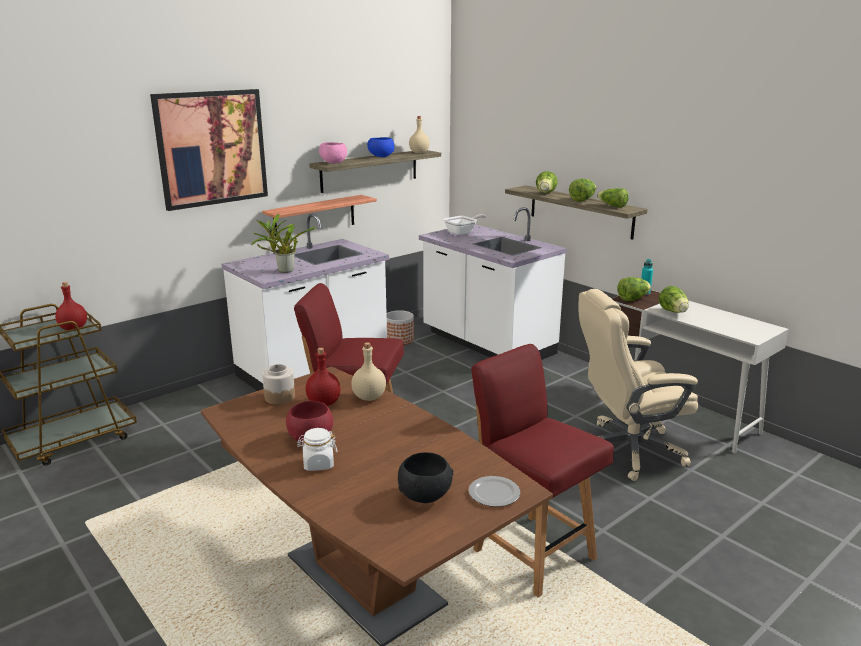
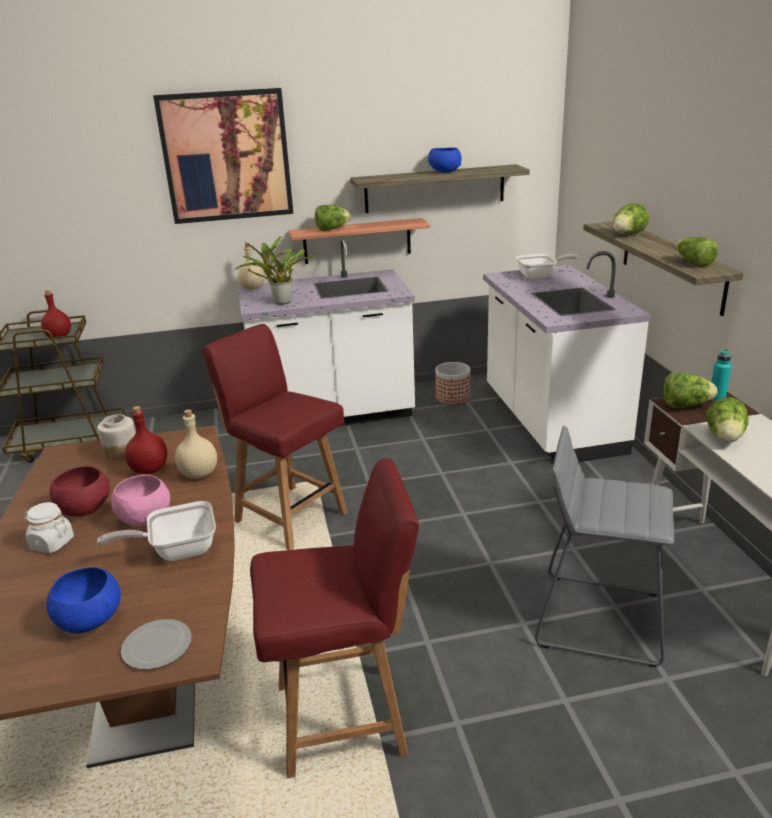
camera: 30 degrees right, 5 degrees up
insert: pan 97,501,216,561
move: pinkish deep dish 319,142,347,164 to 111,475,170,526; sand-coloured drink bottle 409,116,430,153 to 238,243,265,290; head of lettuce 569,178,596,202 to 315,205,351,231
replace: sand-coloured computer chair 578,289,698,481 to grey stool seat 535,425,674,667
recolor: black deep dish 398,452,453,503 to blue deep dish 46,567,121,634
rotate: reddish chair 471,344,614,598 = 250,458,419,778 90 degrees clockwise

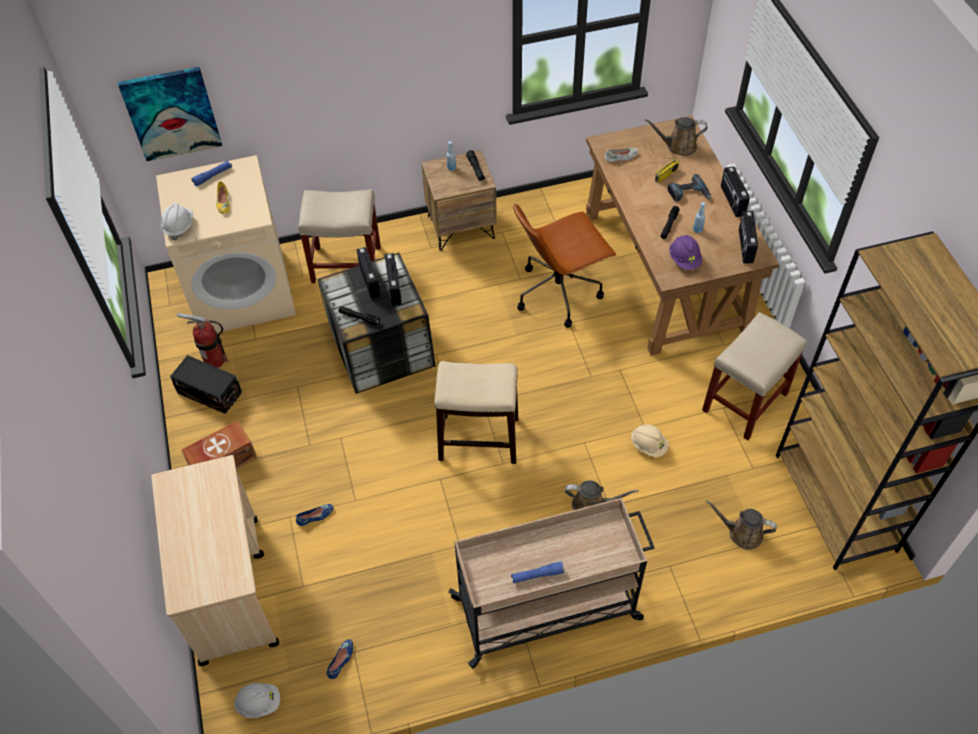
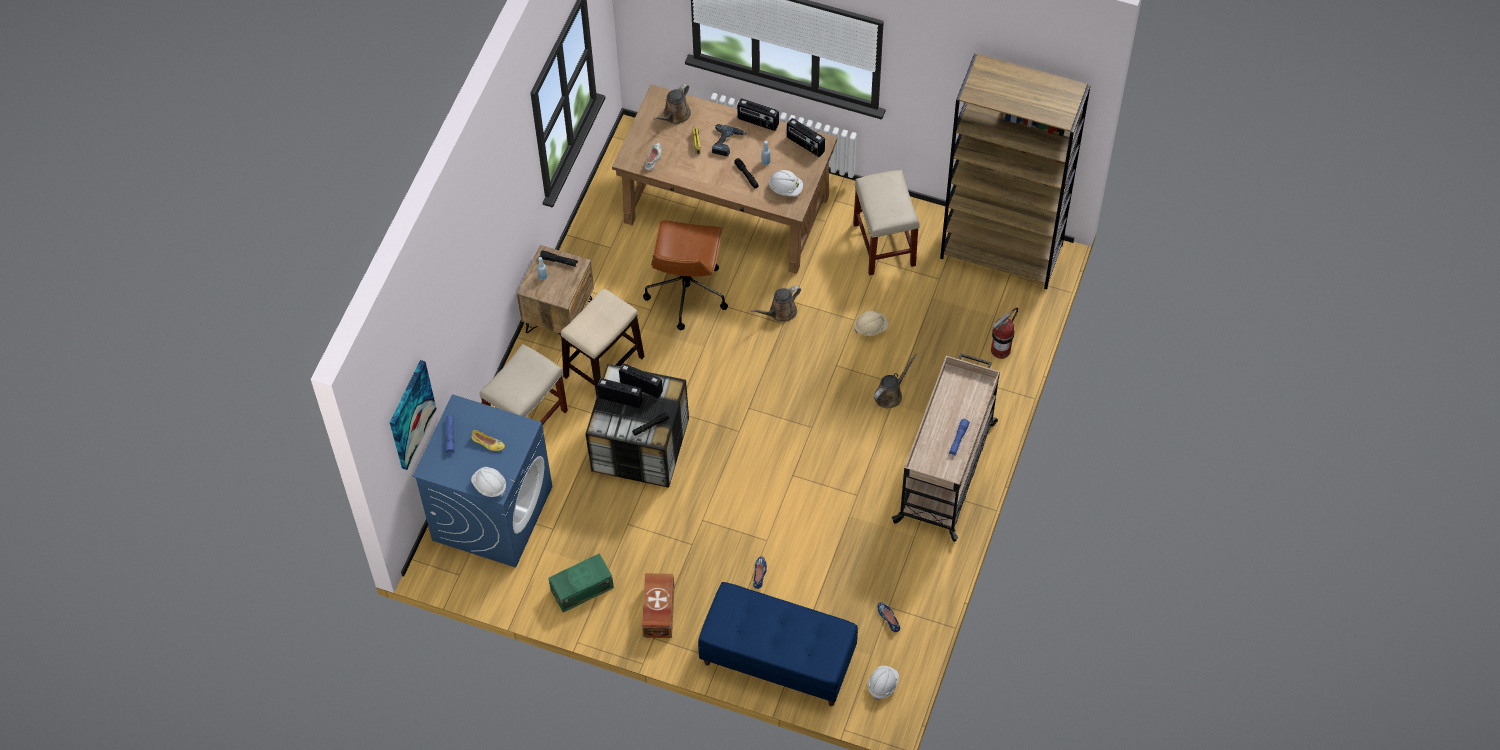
camera: 55 degrees left, 5 degrees up
move: extinguisher 177,313,228,368 to 991,307,1018,359; stool seat 434,361,518,464 to 561,289,644,396; brown sprinkling can 706,500,777,550 to 751,285,801,322
replace: sand-coloured wheeled cart 151,455,279,666 to blue long seat 698,582,858,706
recolor: sand-coloured laundry appliance 156,155,296,333 to blue laundry appliance 413,394,552,568; black storage container 170,355,242,414 to green storage container 549,553,614,612; purple hard hat 669,235,702,270 to white-coloured hard hat 768,170,803,196

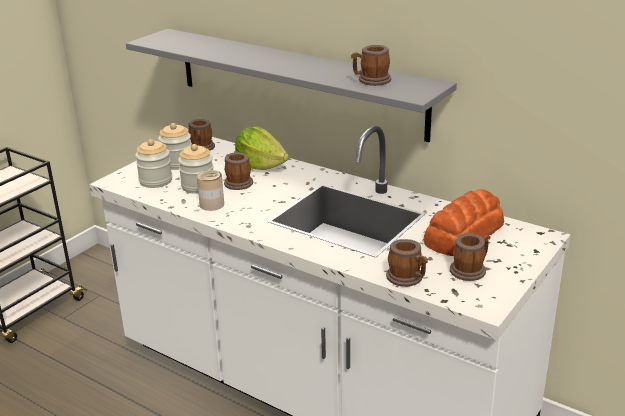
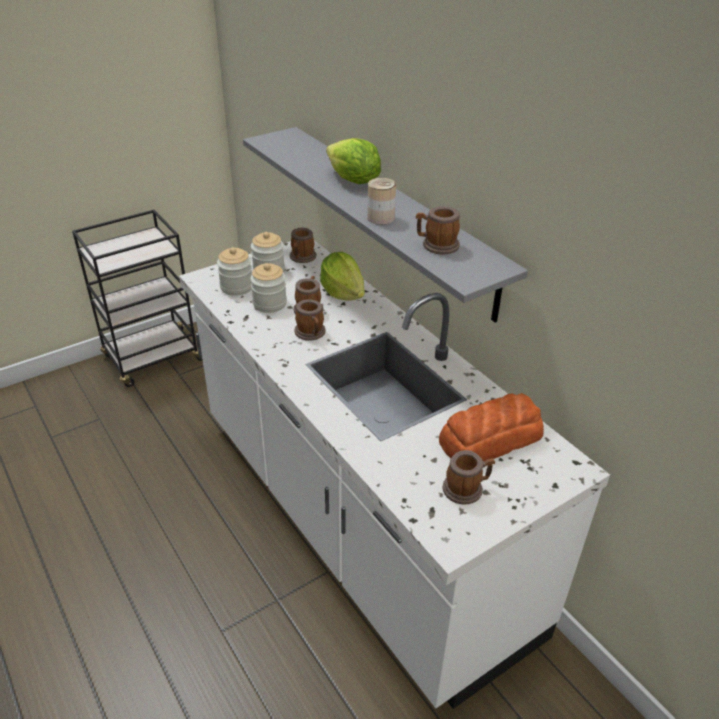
camera: 20 degrees right, 10 degrees up
insert: head of lettuce 326,138,381,184
move: can 197,170,224,211 to 367,178,396,225; tea mug 386,239,428,287 to 295,299,326,341

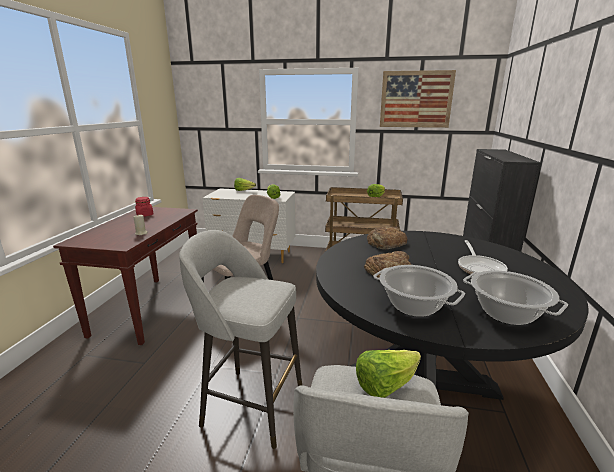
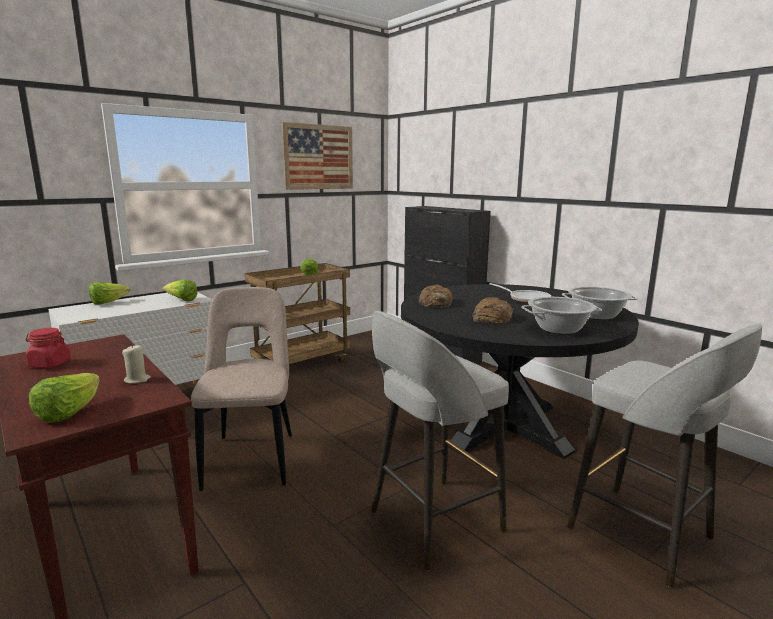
camera: 50 degrees left, 5 degrees down
move: head of lettuce 356,350,421,398 to 29,373,100,423

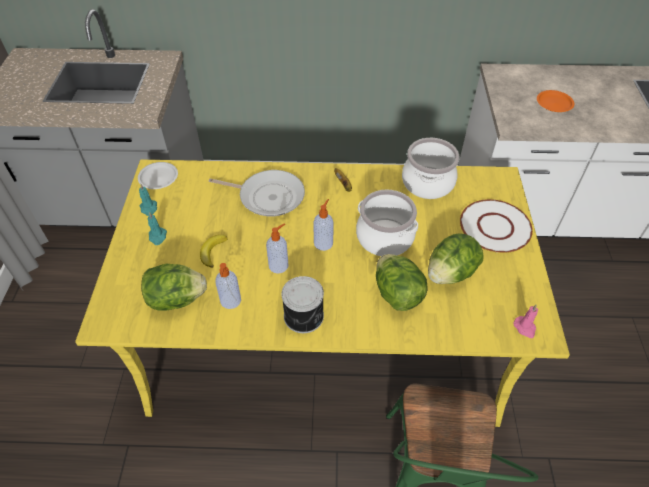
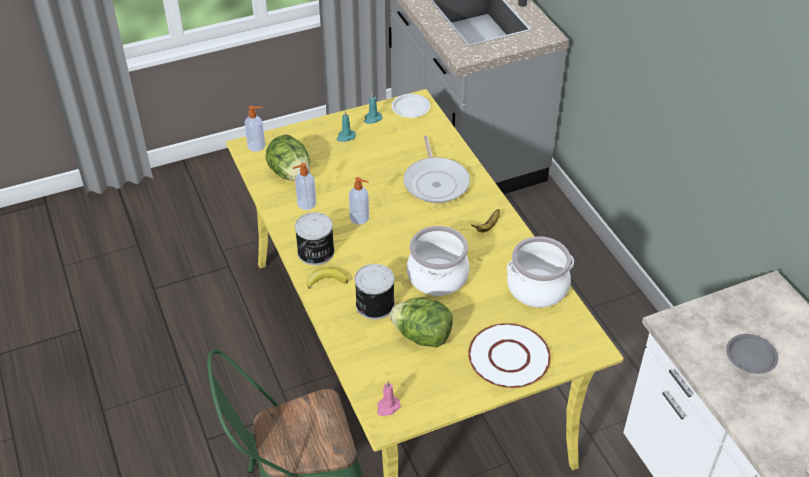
camera: 65 degrees right, 5 degrees down
move: banana 200,235,228,268 to 307,268,348,289; liquid soap bottle 313,199,334,251 to 244,106,265,152
replace: head of lettuce 376,254,428,311 to can 355,264,395,319
recolor: orange-coloured plate 537,90,574,112 to grey plate 726,334,778,374

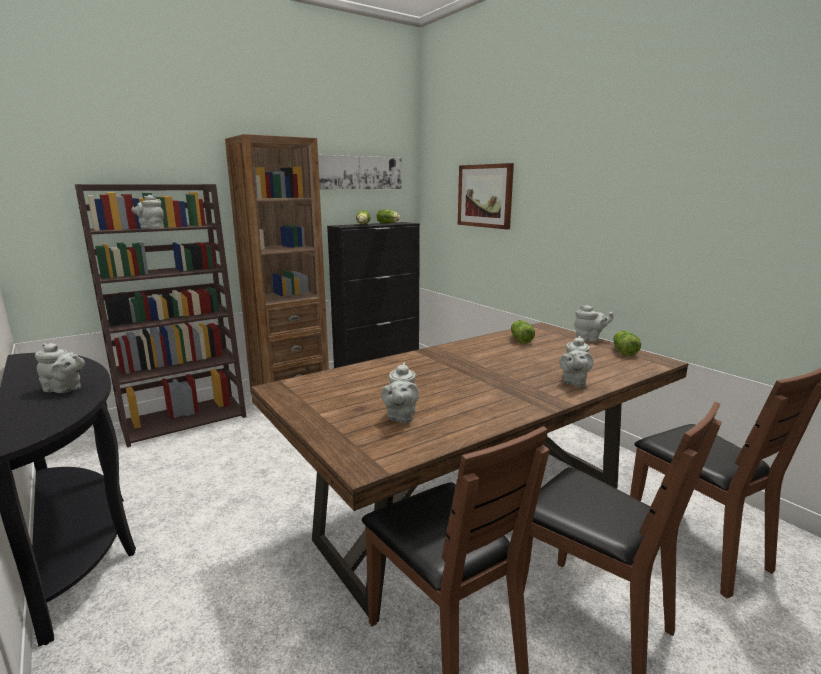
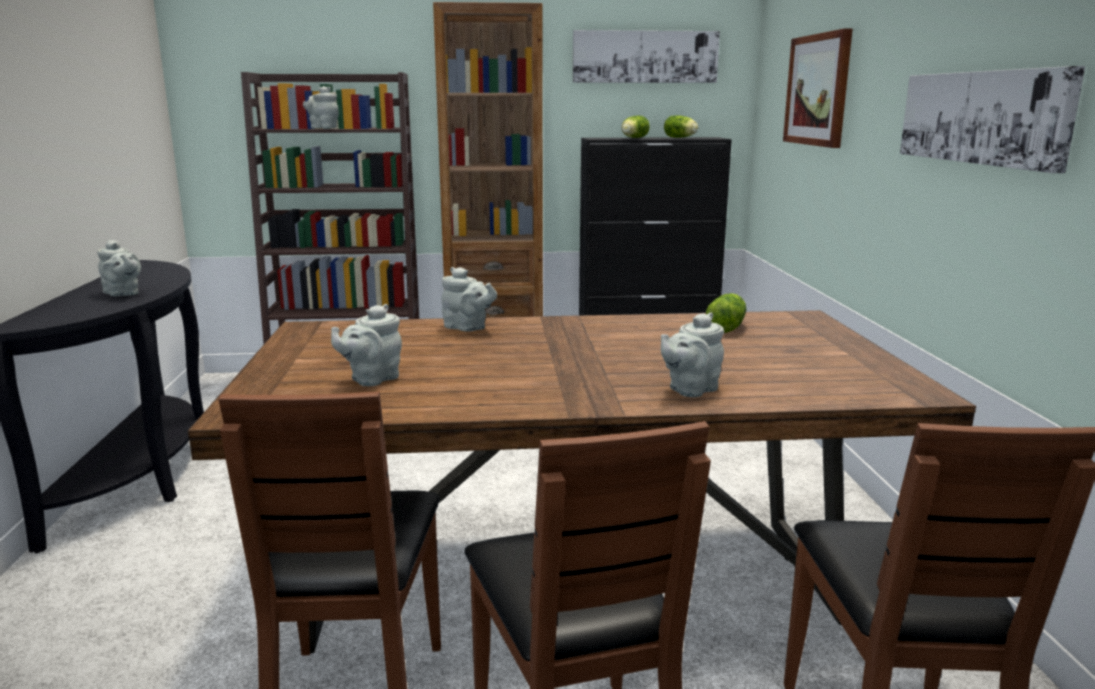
camera: 30 degrees right, 0 degrees up
delete: head of lettuce 613,330,641,356
insert: wall picture 900,66,1085,173
move: grey tea pot 574,305,613,342 to 442,267,497,332

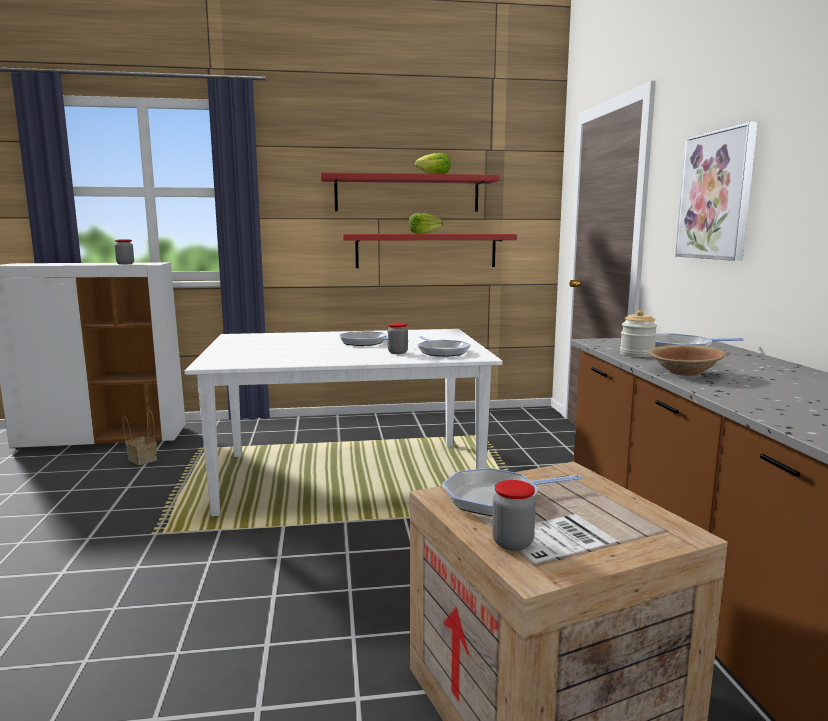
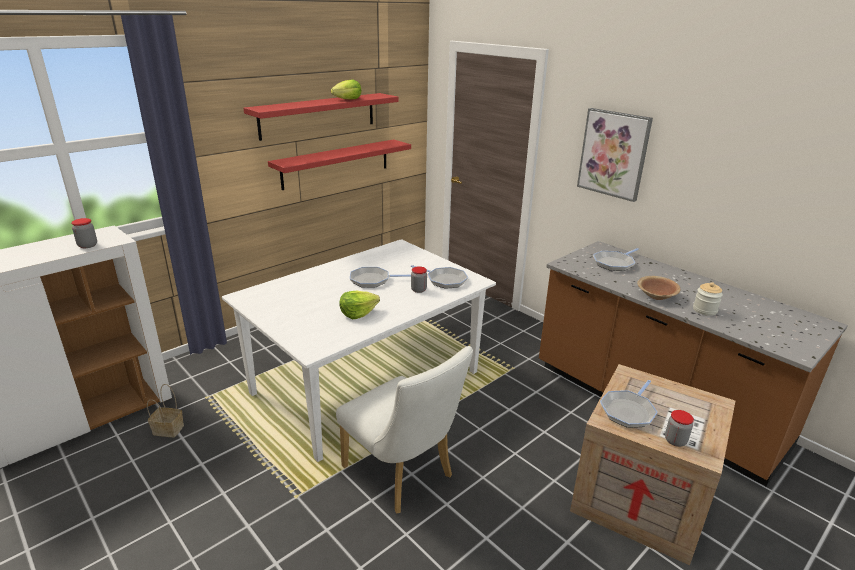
camera: 35 degrees left, 15 degrees up
insert: white-coloured chair 336,346,473,514
move: head of lettuce 409,213,443,234 to 339,291,380,319; preserve jar 620,310,657,357 to 693,282,723,316

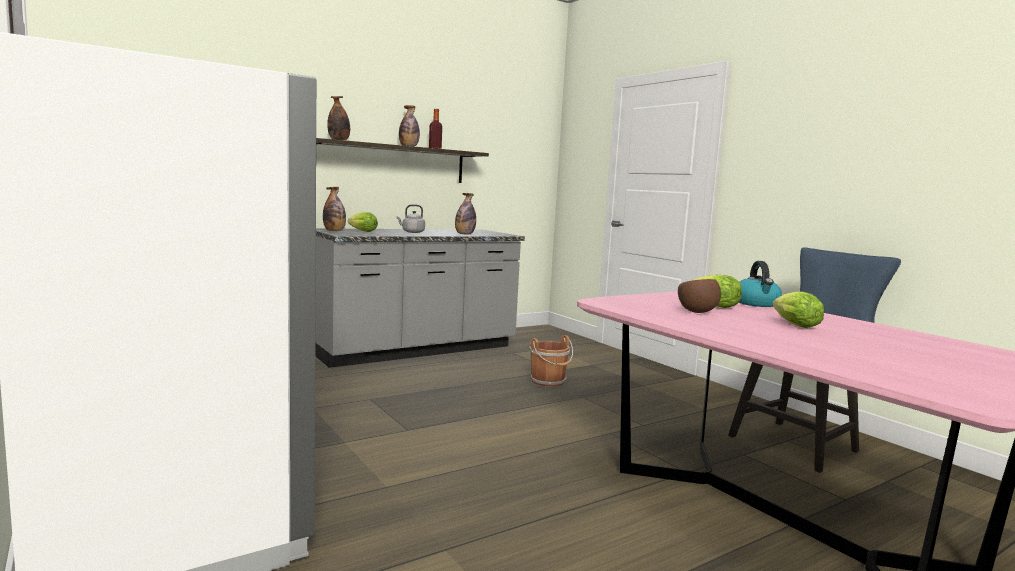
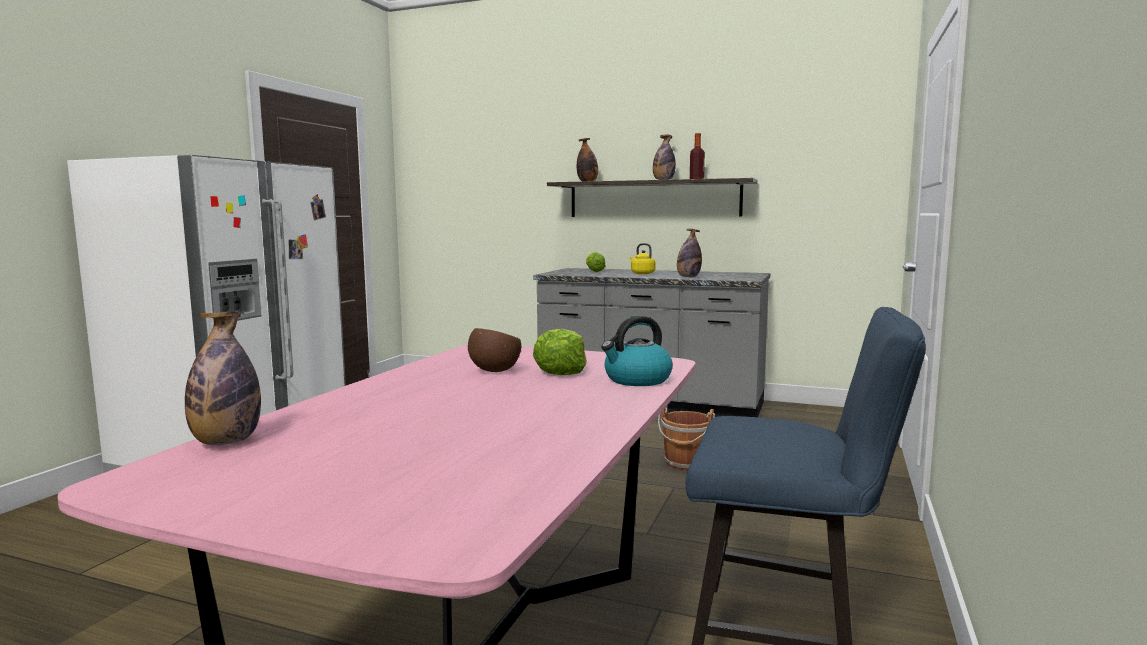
camera: 55 degrees right, 0 degrees up
delete: head of lettuce 772,291,824,328
move: drink bottle 323,187,346,231 to 185,312,261,445
recolor: grey water kettle 396,204,425,233 to yellowish water kettle 630,243,655,274

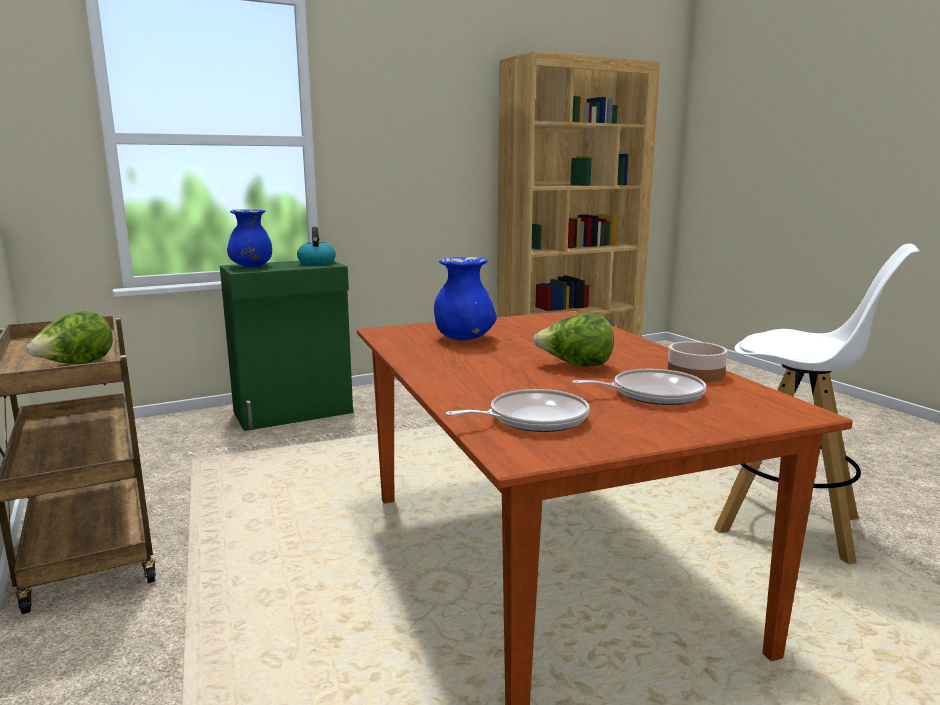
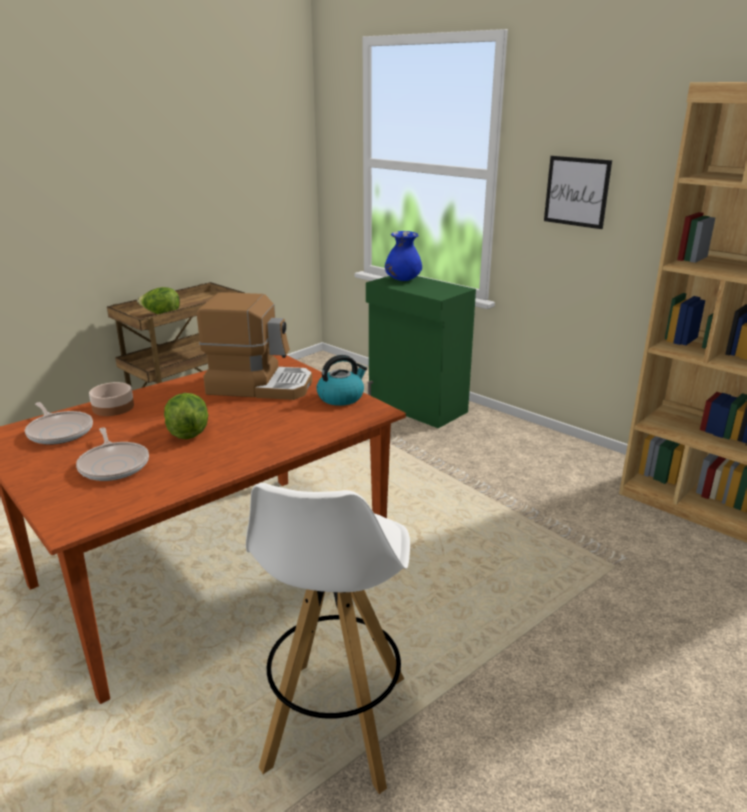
camera: 70 degrees right, 10 degrees up
insert: wall picture 544,156,612,229
move: water kettle 297,227,336,265 to 316,355,367,406; deep dish 667,341,728,382 to 89,382,134,416
replace: blue decorative vase 434,257,497,340 to coffee machine 197,292,312,400

